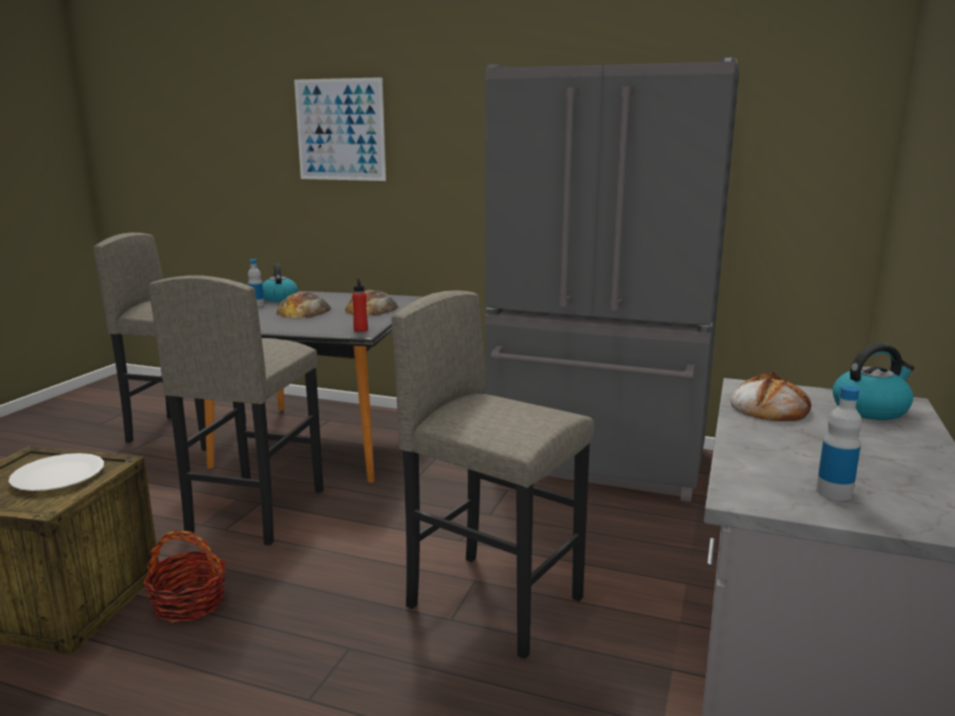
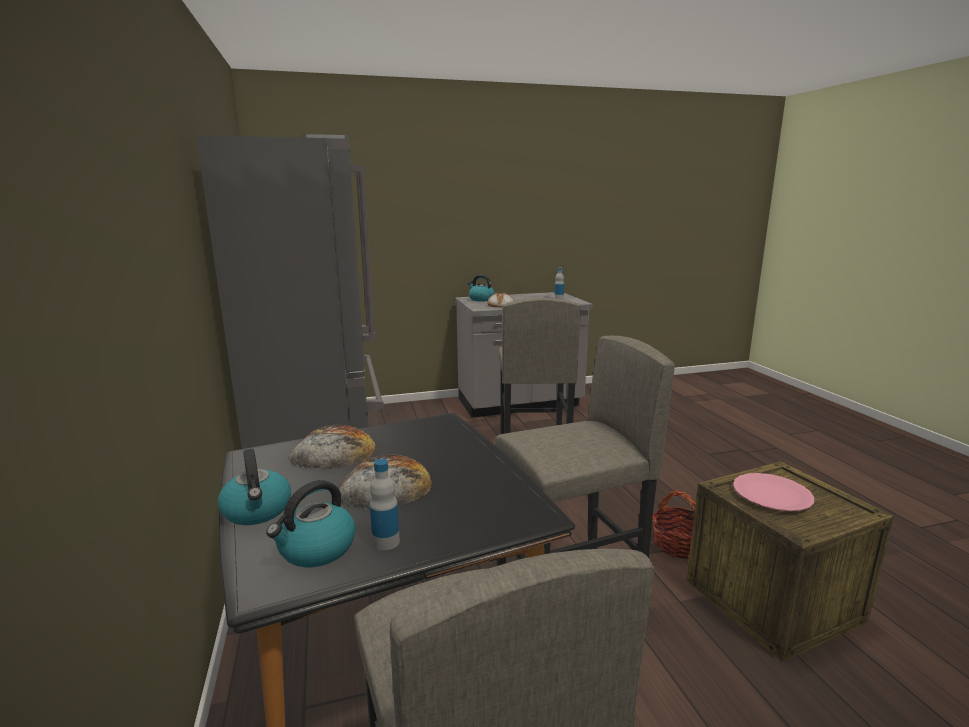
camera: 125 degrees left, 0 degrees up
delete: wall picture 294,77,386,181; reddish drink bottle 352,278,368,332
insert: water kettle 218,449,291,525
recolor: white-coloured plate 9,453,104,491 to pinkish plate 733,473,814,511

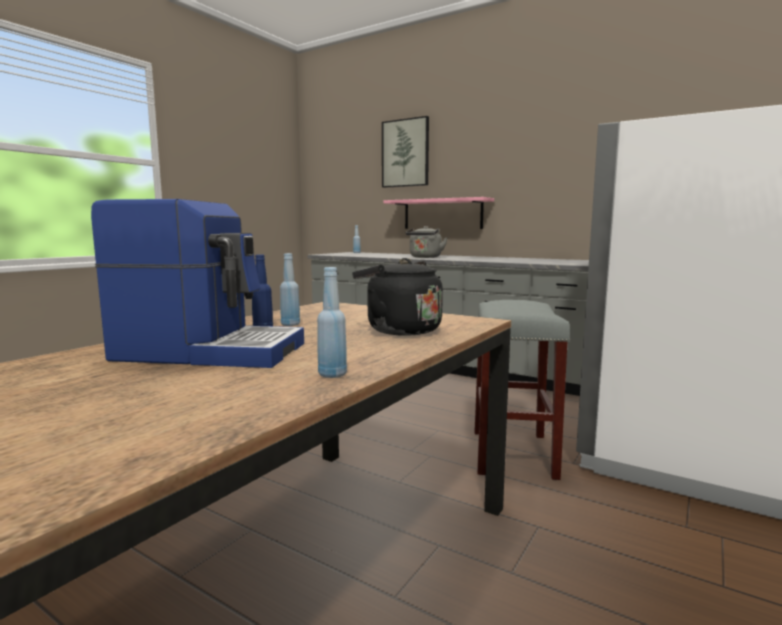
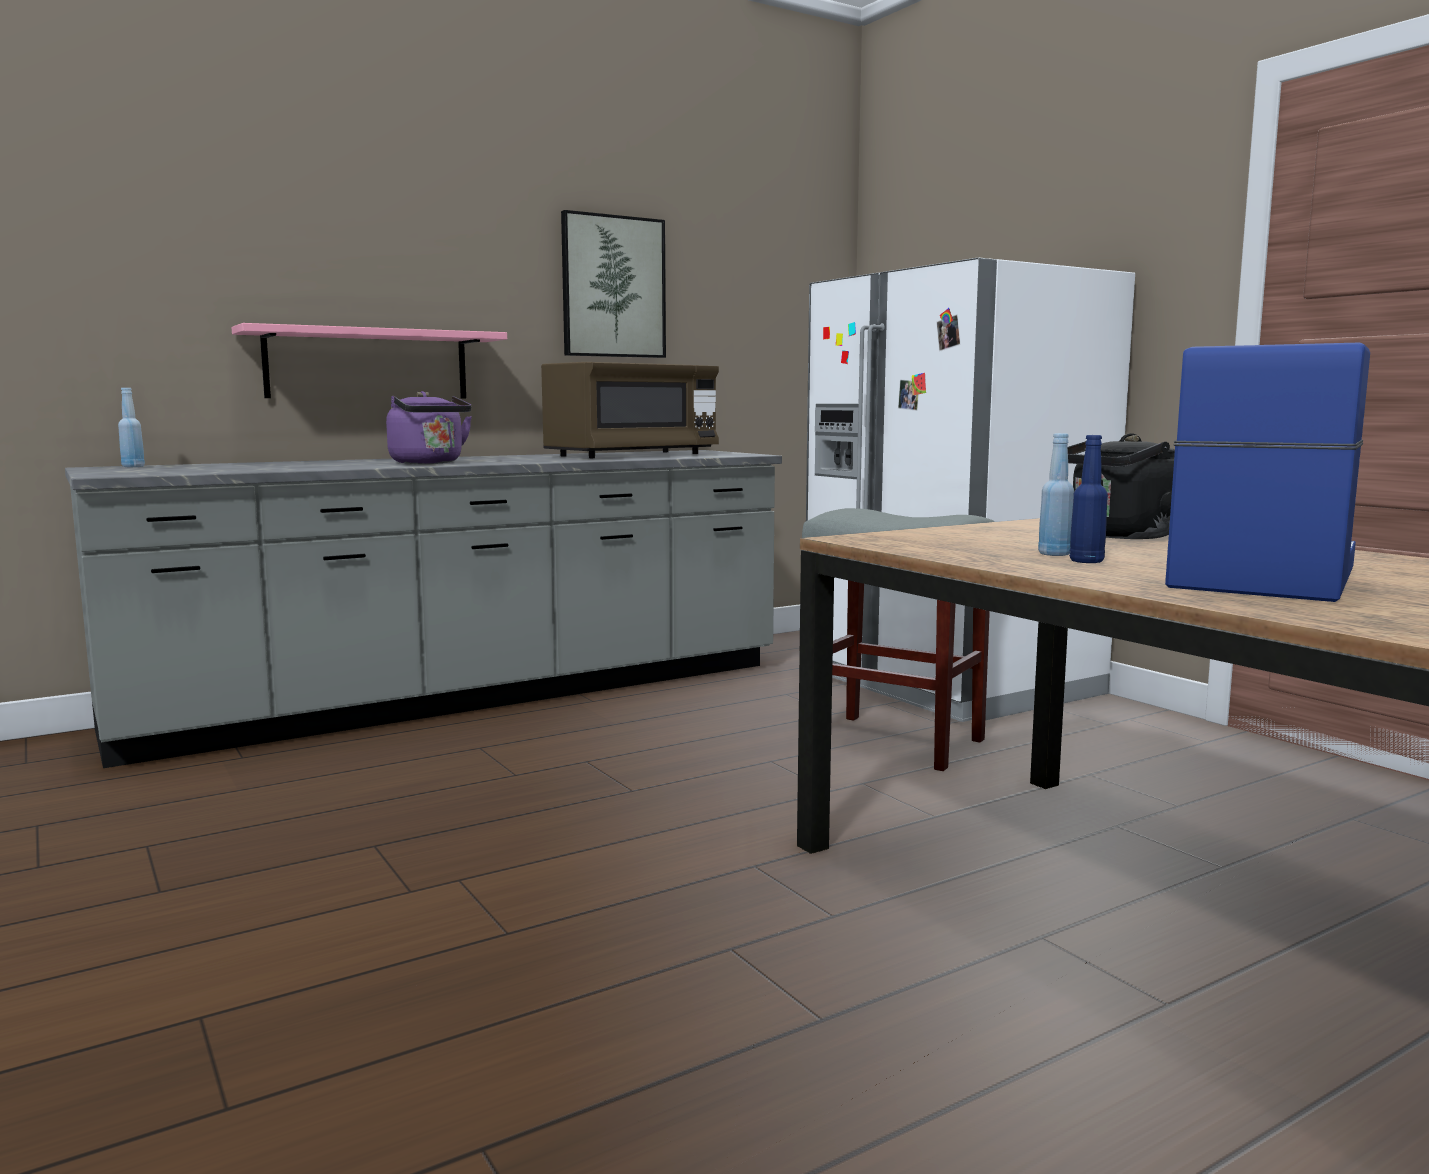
camera: 65 degrees left, 0 degrees up
delete: blue drink bottle 317,267,347,378
insert: brown microwave oven 541,362,719,458
move: wall picture 382,116,429,188 to 561,210,666,358
recolor: grey water kettle 406,226,448,258 to purple water kettle 386,391,472,464

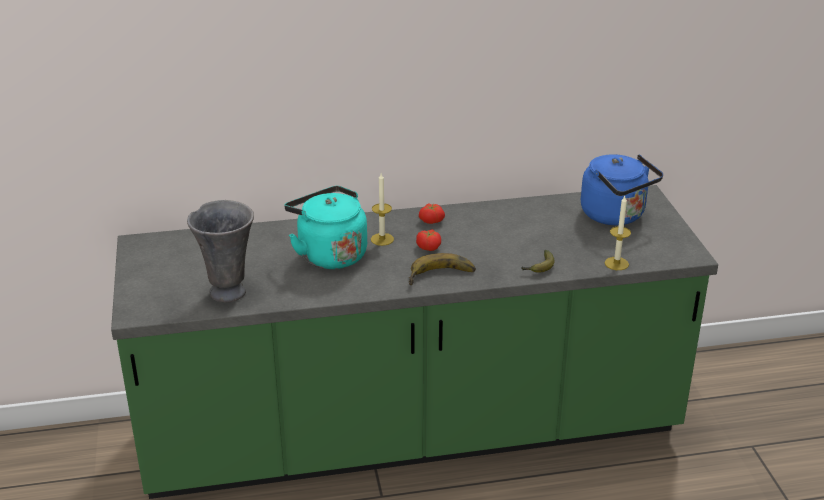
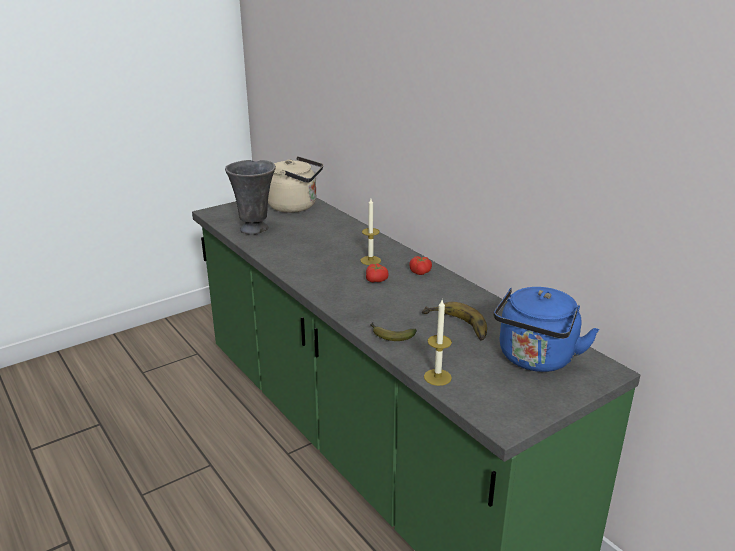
camera: 65 degrees right, 5 degrees down
delete: turquoise-coloured water kettle 284,186,367,269
insert: sand-coloured water kettle 268,156,323,213
move: banana 409,253,476,285 to 422,302,487,340

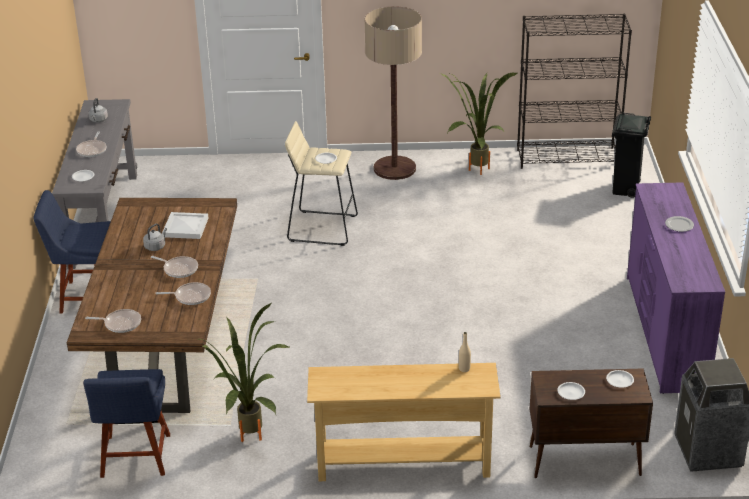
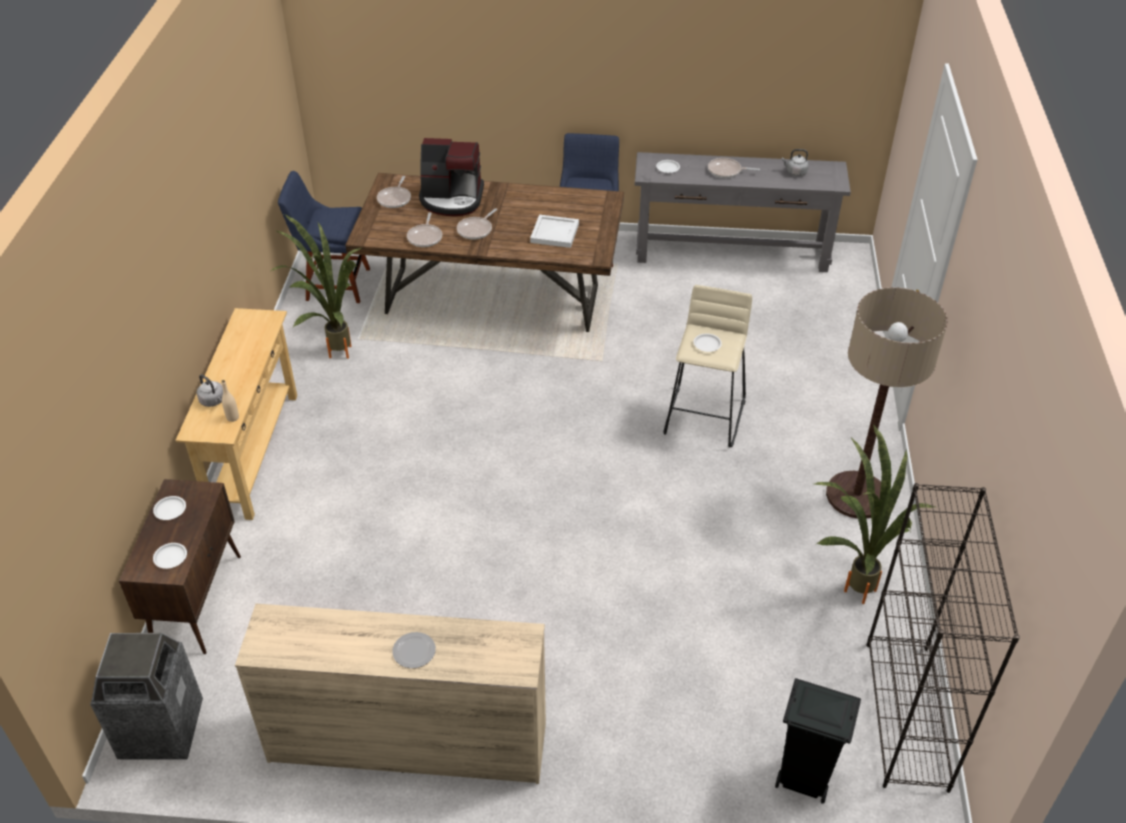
camera: 95 degrees right, 10 degrees up
insert: coffee machine 419,138,484,216
move: grey water kettle 143,224,167,251 to 197,374,223,407
recolor: purple dresser 627,182,725,394 to sand-coloured dresser 235,604,546,784

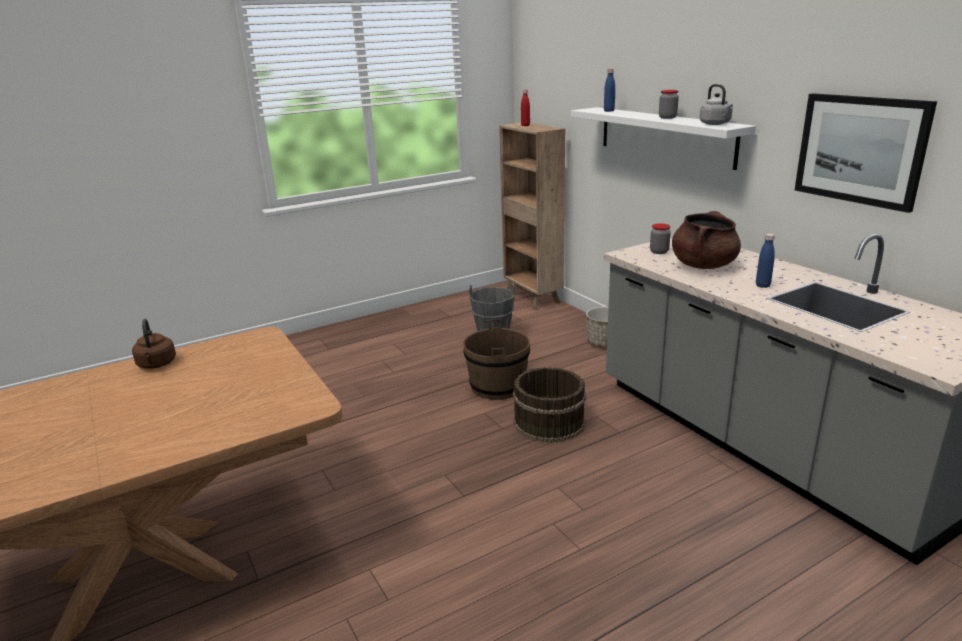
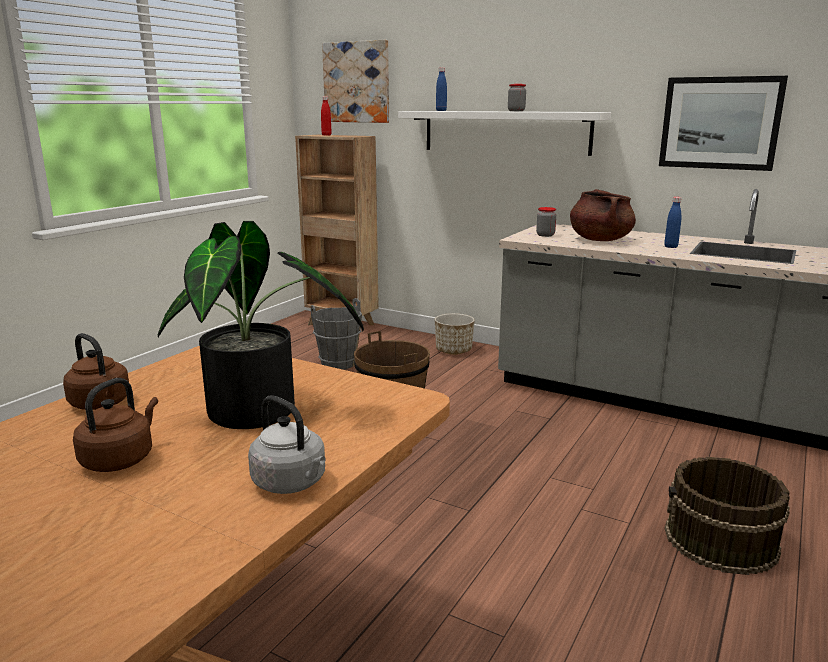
camera: 30 degrees left, 5 degrees down
insert: brown water kettle 73,378,158,472; houseplant 158,221,364,429; wall picture 322,40,389,123
move: brown pail 513,367,586,443 to 665,457,790,575; grey water kettle 700,84,733,125 to 248,395,326,494

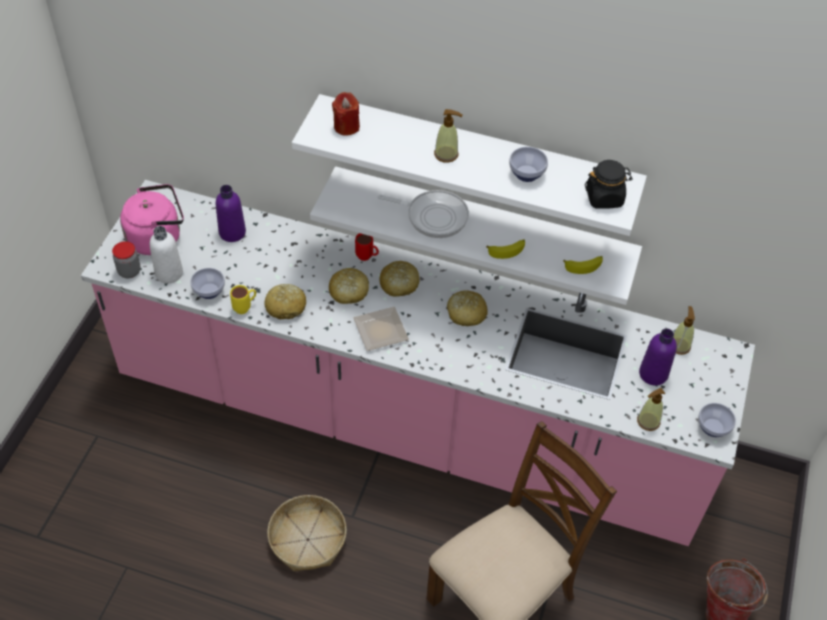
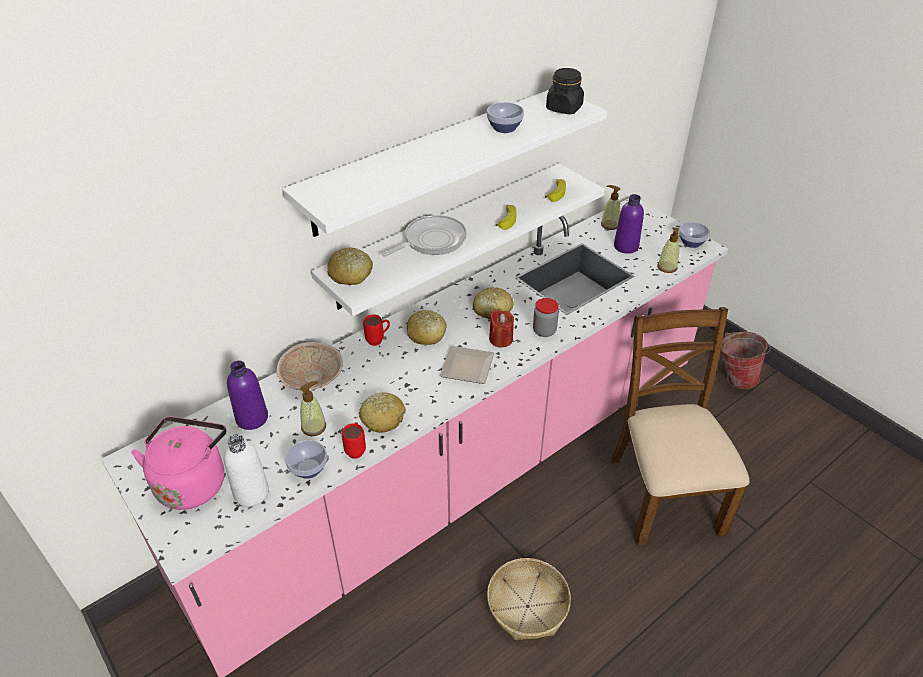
camera: 55 degrees left, 10 degrees down
insert: sand-coloured deep dish 277,342,343,390
move: preserve jar 112,241,141,278 to 533,298,559,337; baked bread 329,268,369,304 to 327,247,373,285; reddish wax candle 332,92,360,136 to 489,309,514,347; liquid soap bottle 434,109,462,163 to 300,381,326,436
recolor: yellowish tea mug 230,285,256,314 to reddish tea mug 342,422,366,459

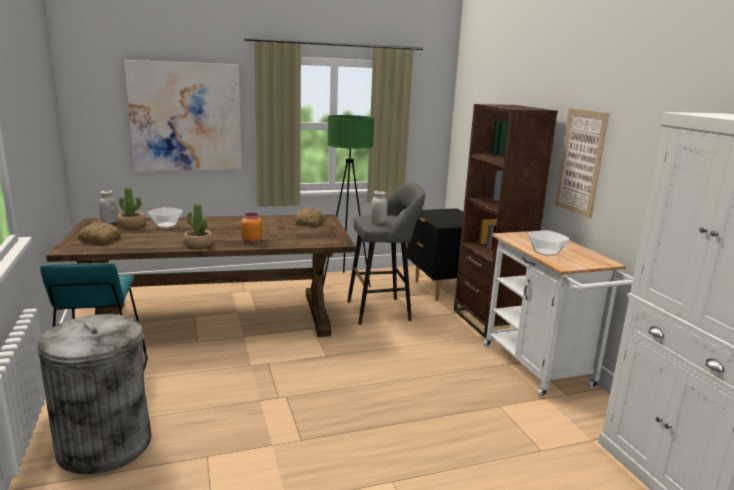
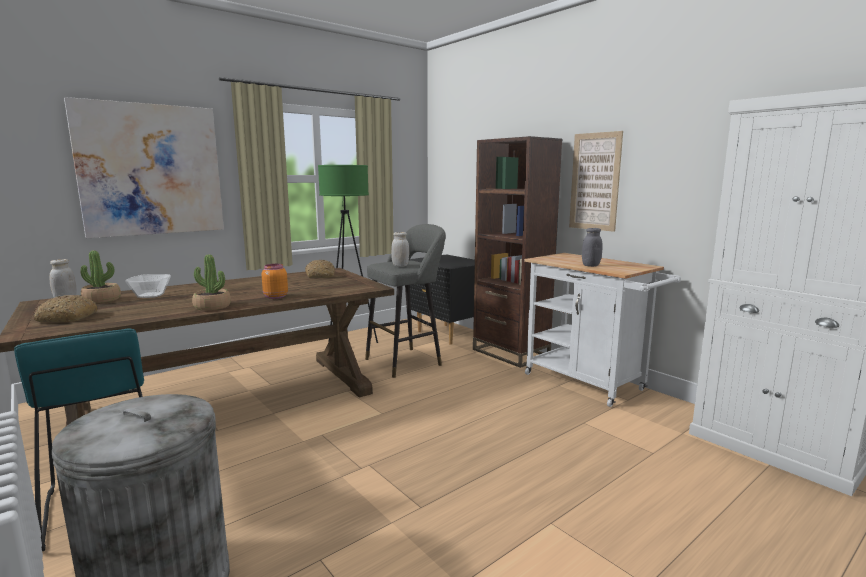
camera: 20 degrees left, 5 degrees down
replace: deep dish 528,230,570,256 to grey preserve jar 582,228,603,267

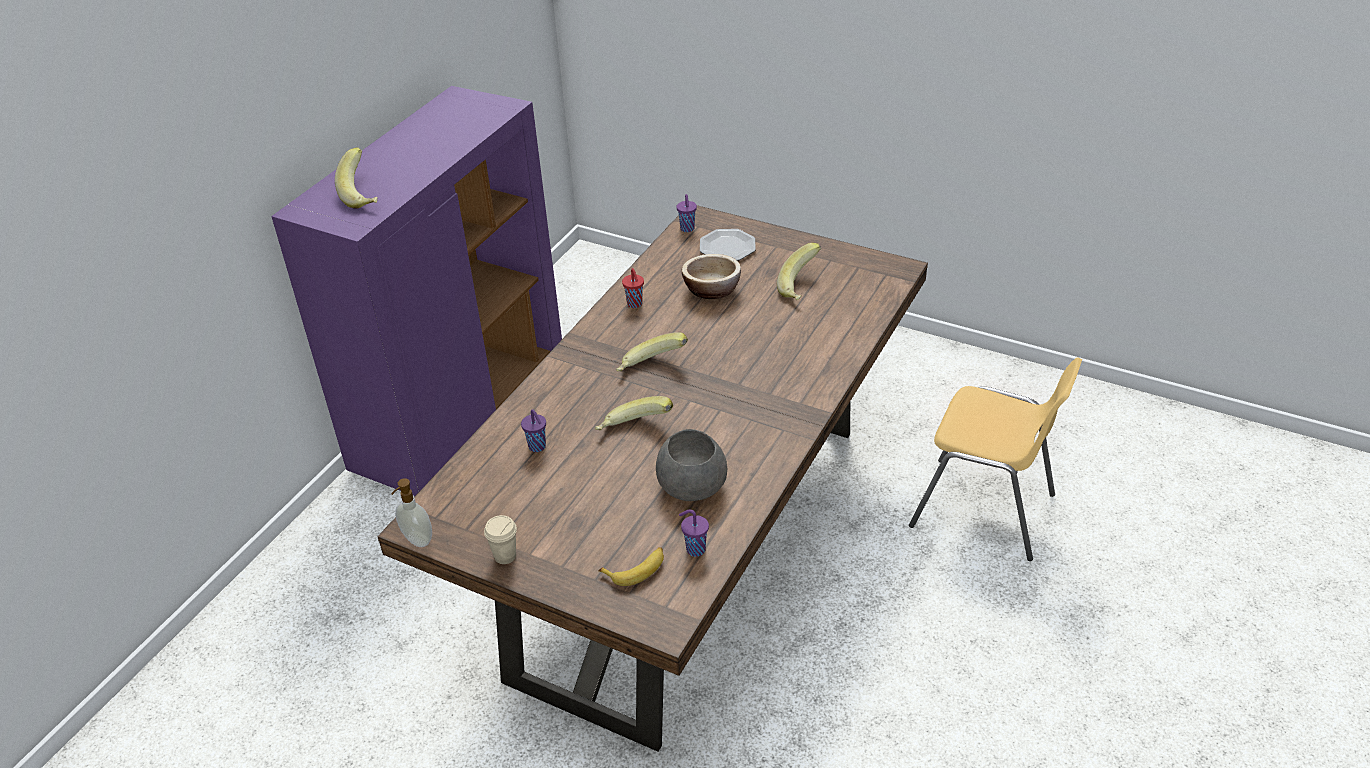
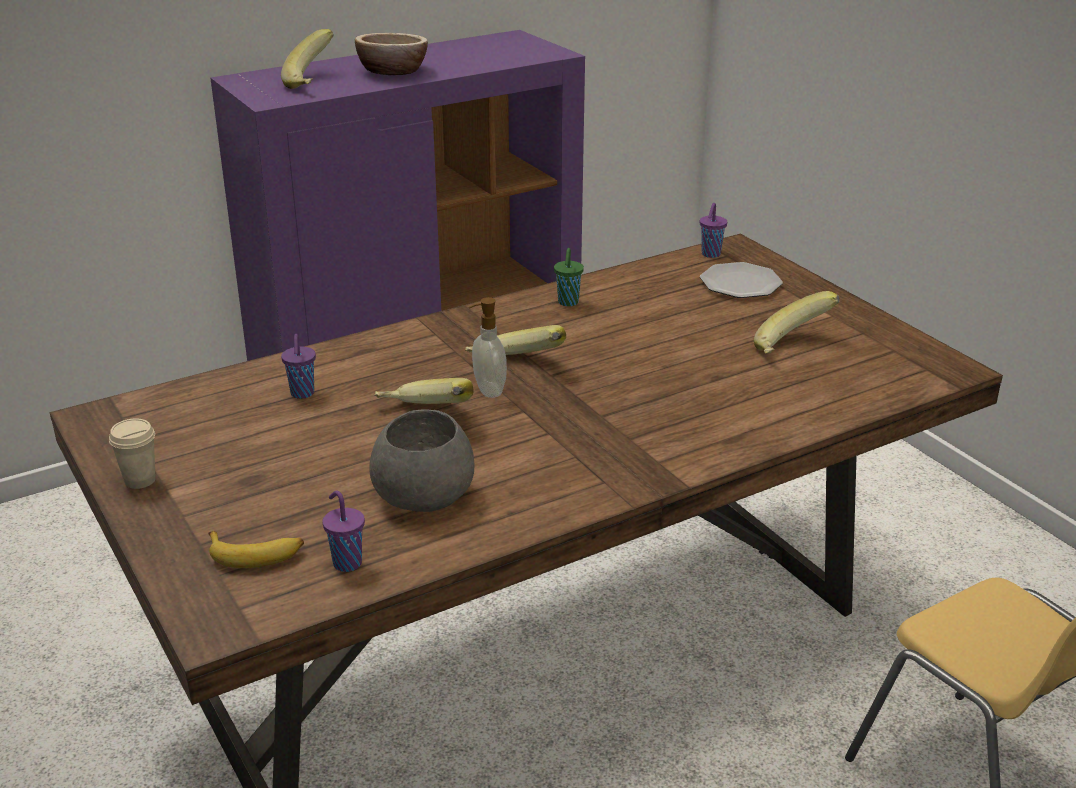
camera: 30 degrees right, 10 degrees down
move: liquid soap bottle 391,478,432,547 to 469,297,507,398; deep dish 682,254,741,299 to 355,33,428,75
recolor: reddish drinking cup 622,268,644,308 to green drinking cup 554,248,584,306

